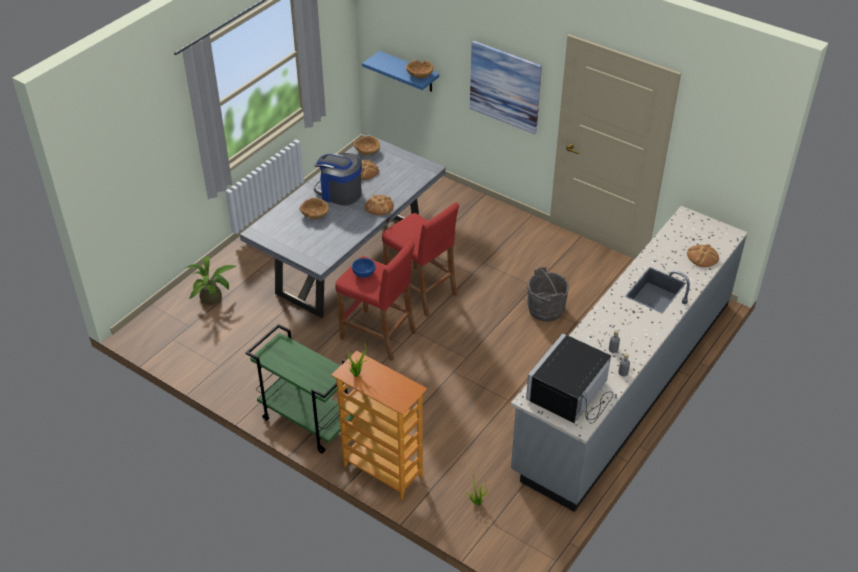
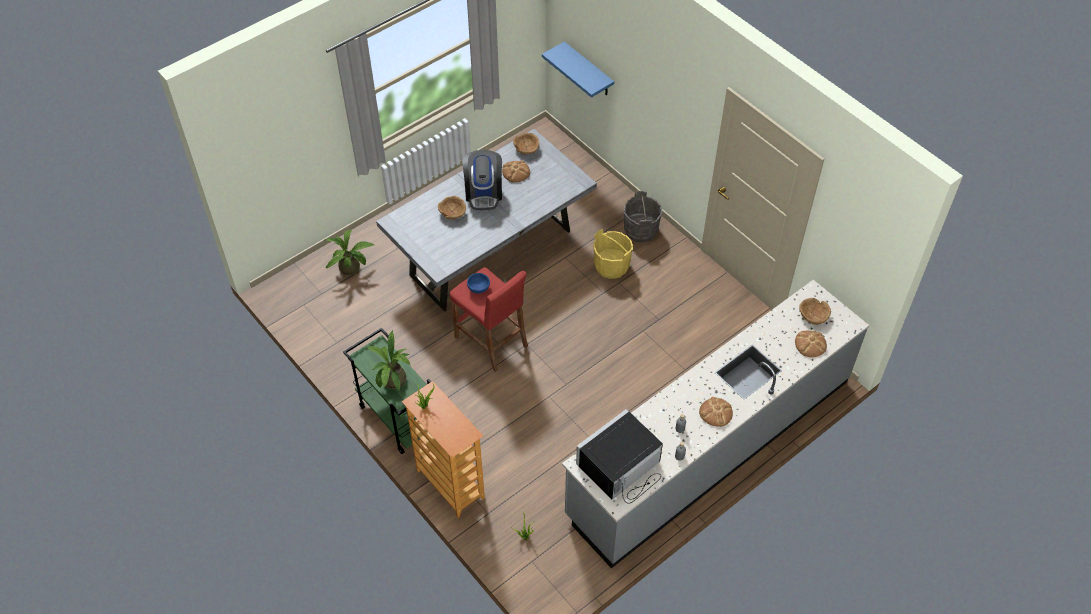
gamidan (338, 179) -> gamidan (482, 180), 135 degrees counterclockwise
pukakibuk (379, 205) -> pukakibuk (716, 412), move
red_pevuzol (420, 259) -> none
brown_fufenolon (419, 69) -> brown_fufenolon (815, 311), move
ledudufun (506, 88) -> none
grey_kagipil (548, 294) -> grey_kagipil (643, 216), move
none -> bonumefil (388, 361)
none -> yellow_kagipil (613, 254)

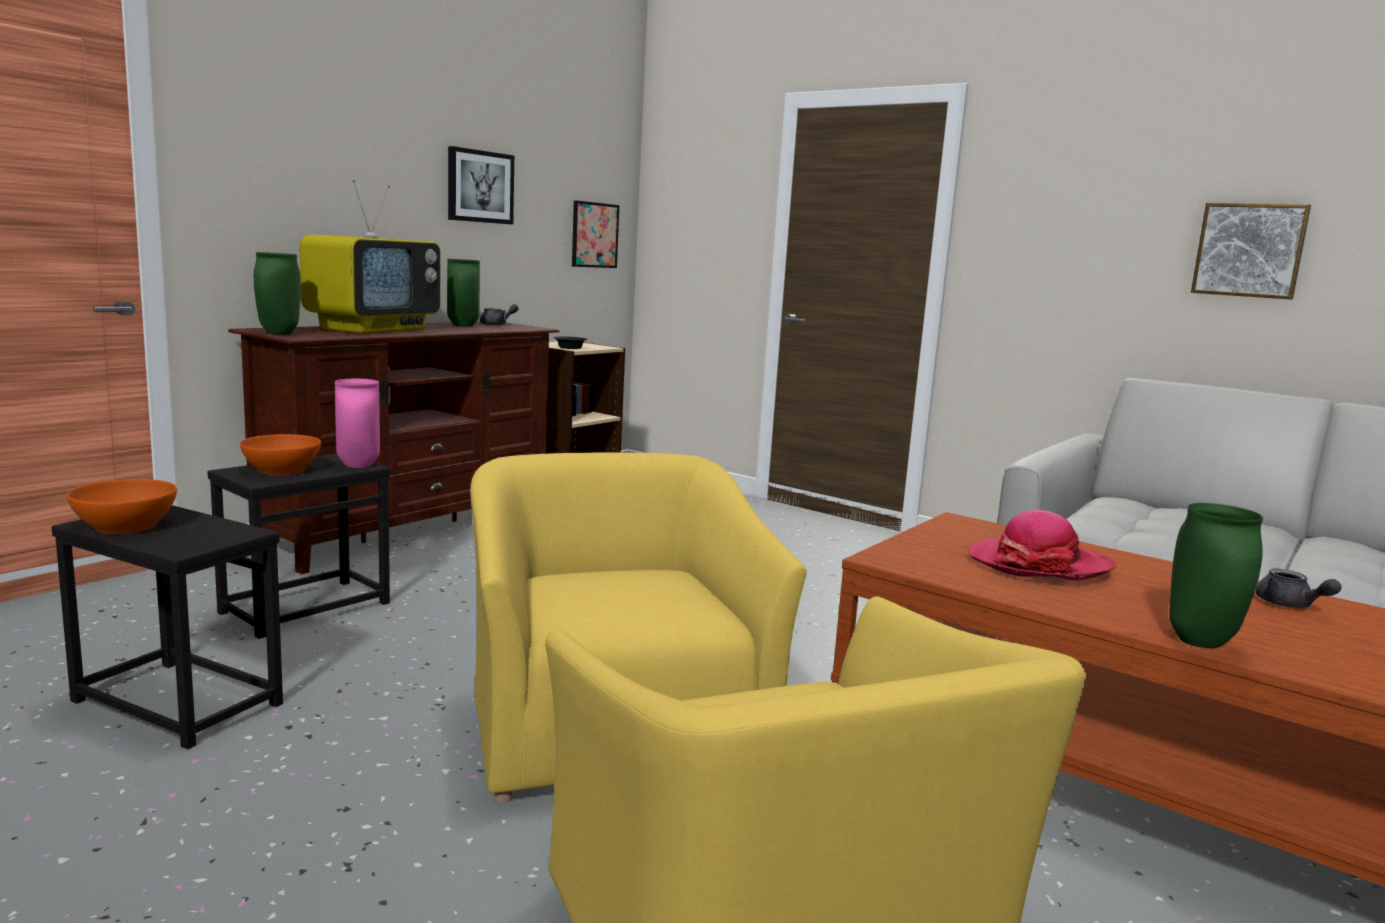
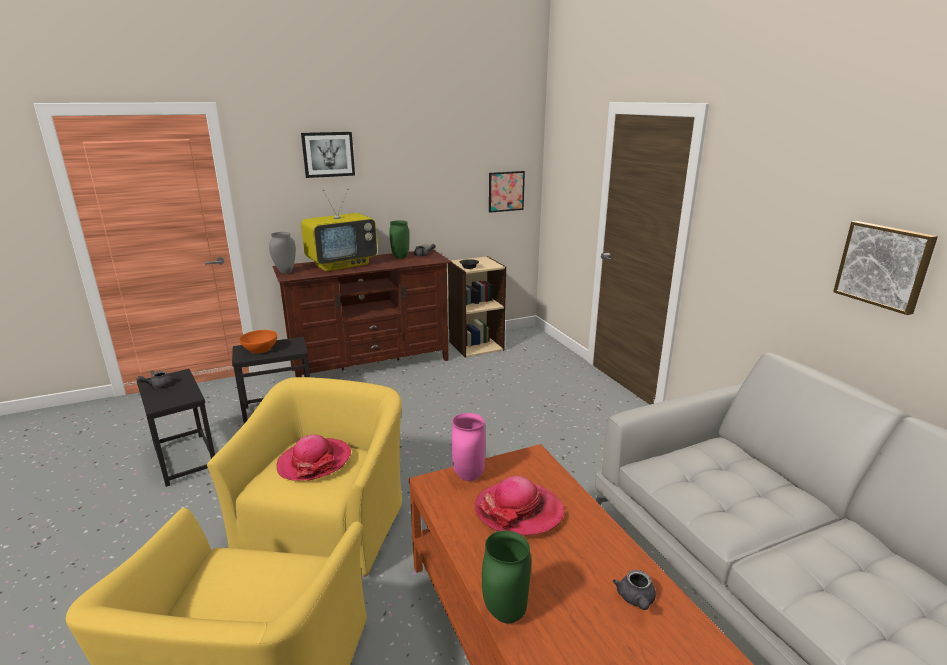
orange_fufenolon (122, 506) -> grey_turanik (155, 379)
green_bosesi (277, 293) -> grey_bosesi (282, 253)
pink_bosesi (357, 423) -> pink_bosesi (468, 447), move
ledudufun (481, 185) -> ledudufun (328, 155), move
none -> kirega (313, 458)

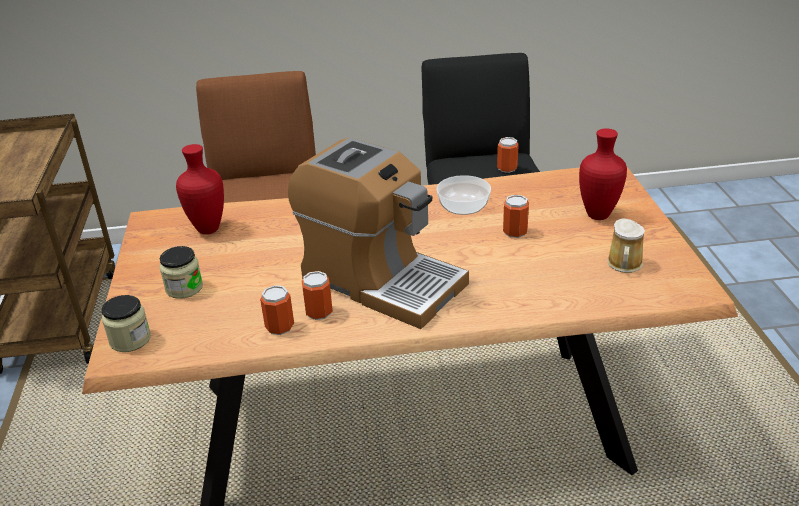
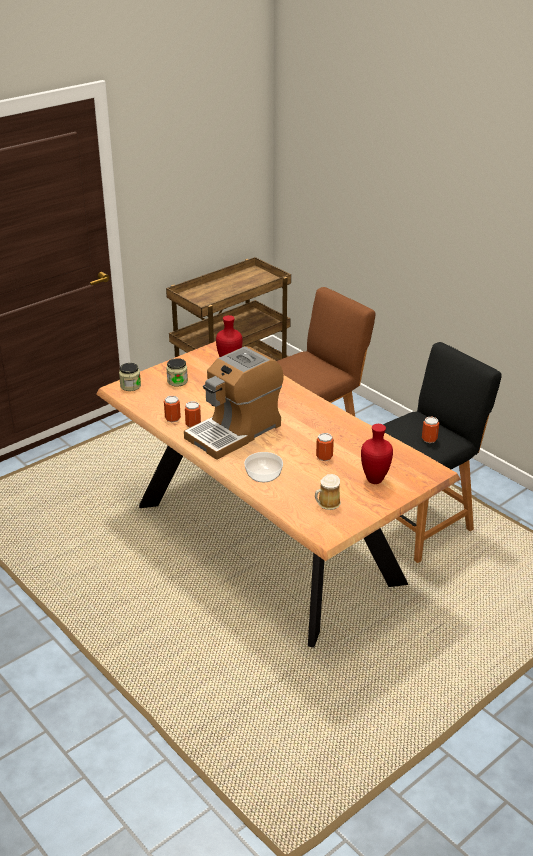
gamidan (378, 233) -> gamidan (234, 403), 45 degrees clockwise
fufenolon (464, 195) -> fufenolon (263, 467), move

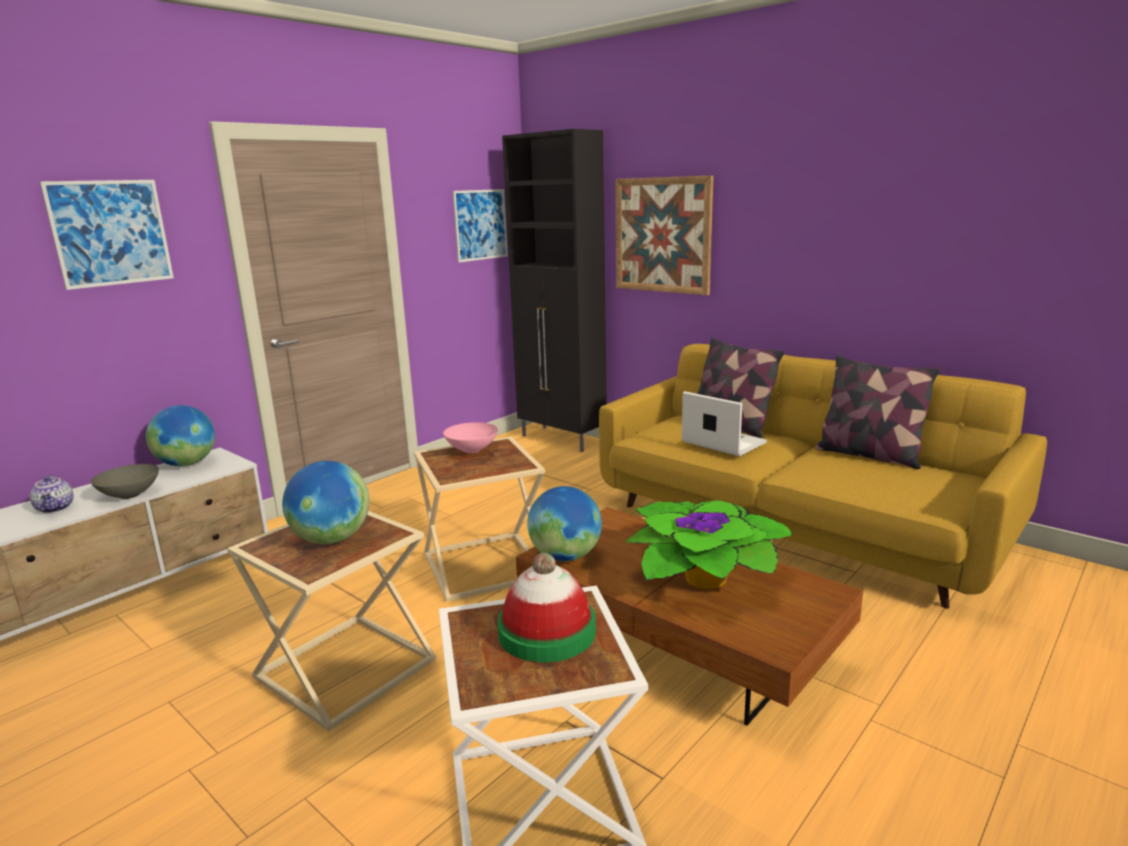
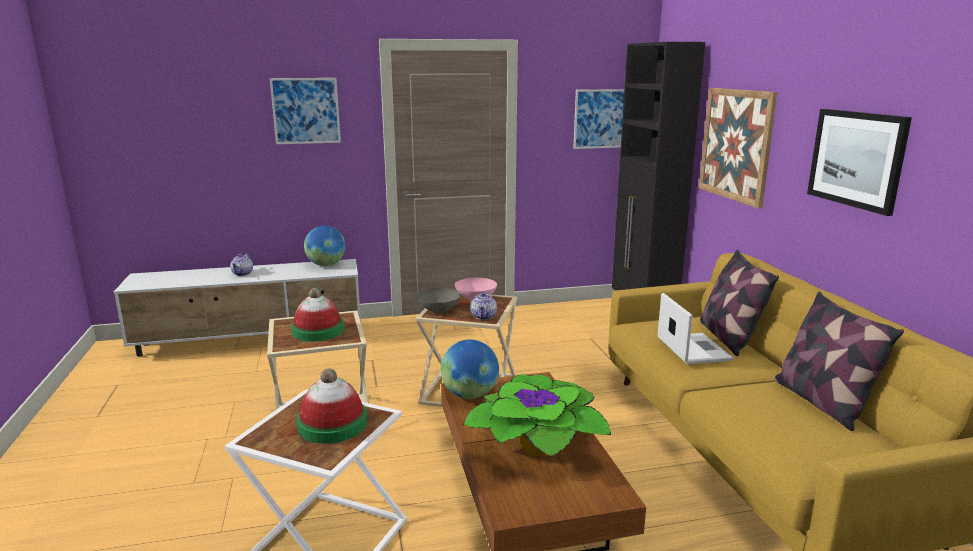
grey_fufenolon (125, 481) -> grey_fufenolon (438, 300), move
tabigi (326, 502) -> kirega (317, 314)
none -> turanik (484, 305)
none -> ledudufun (859, 162)

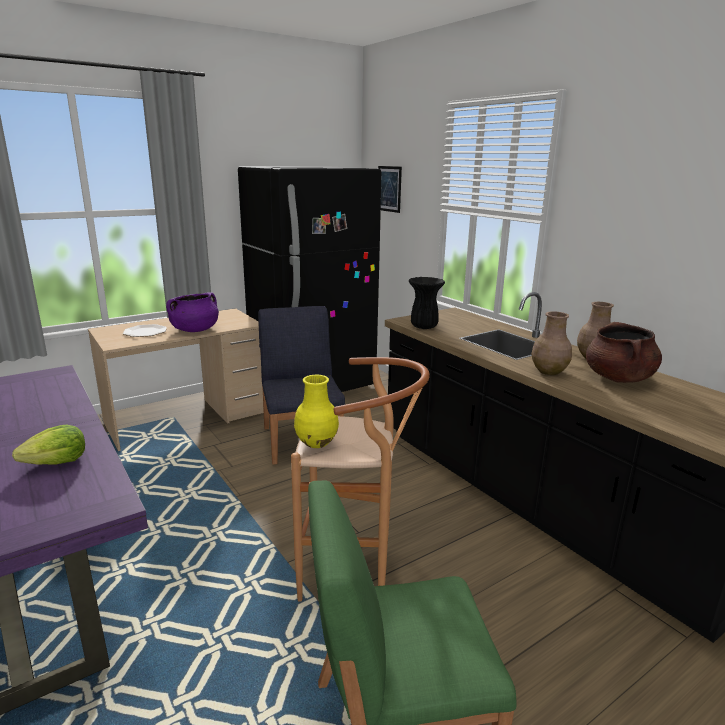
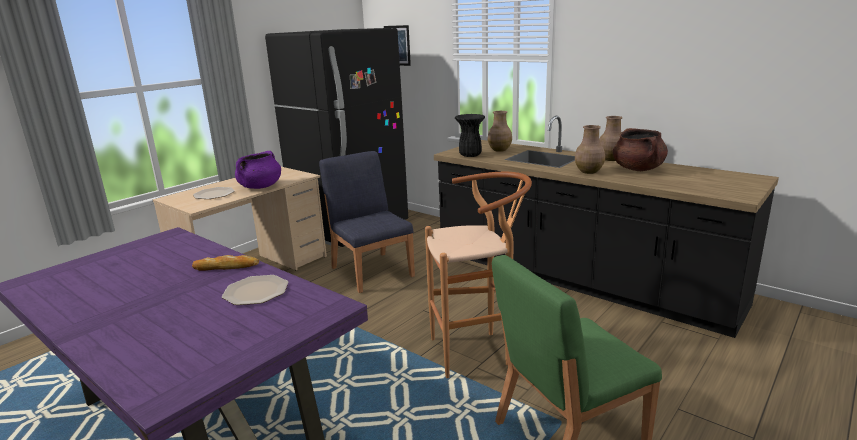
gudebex (48, 444) -> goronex (255, 290)
yellow_bosesi (316, 411) -> none
none -> pukakibuk (225, 263)
none -> brown_bosesi (500, 131)

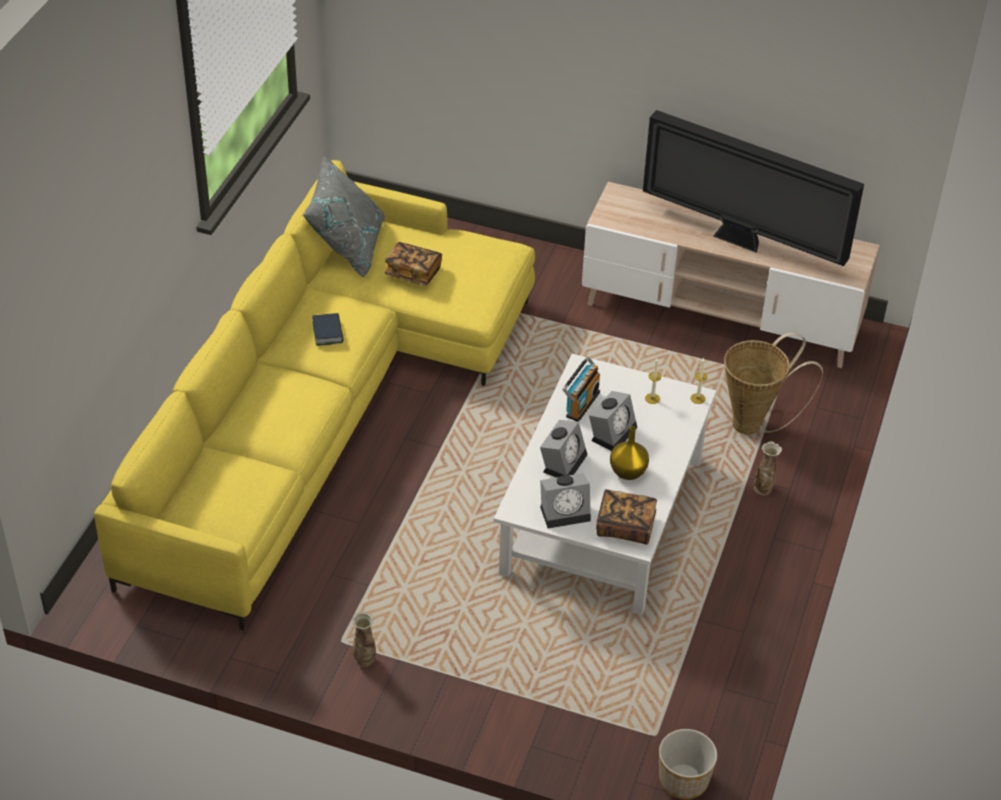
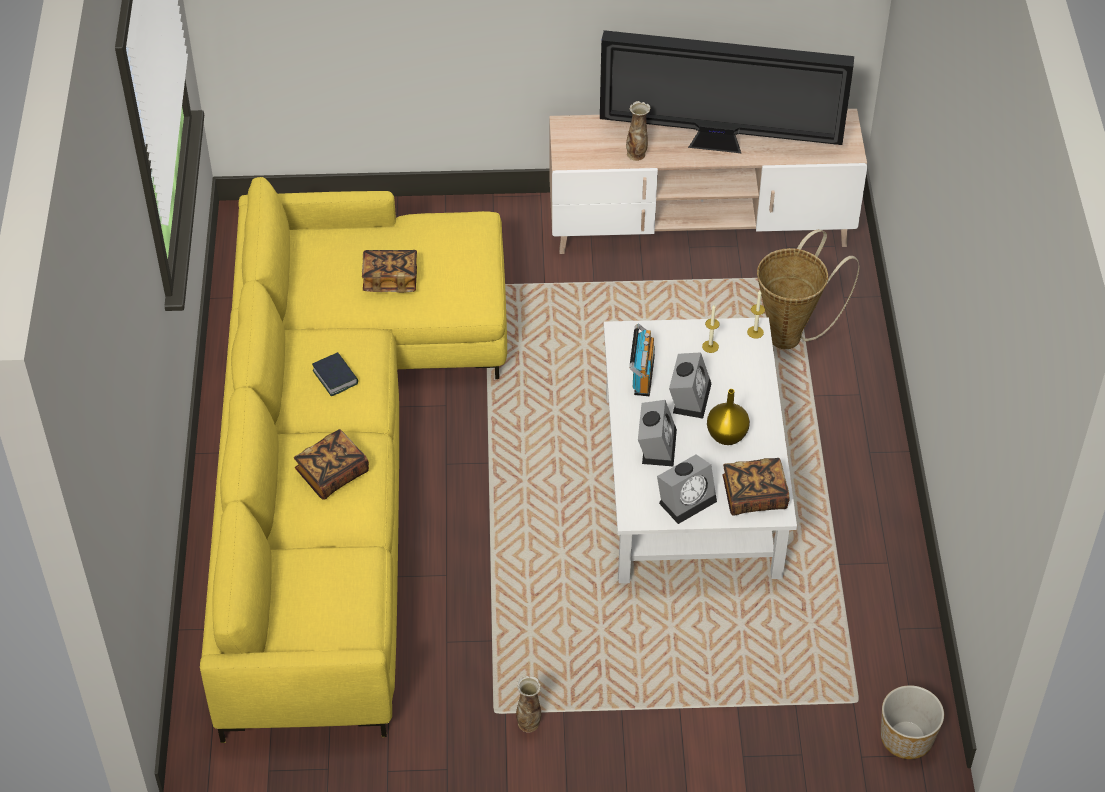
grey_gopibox (344, 216) -> none
bosesi (768, 468) -> bosesi (638, 131), move
none -> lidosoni (331, 464)

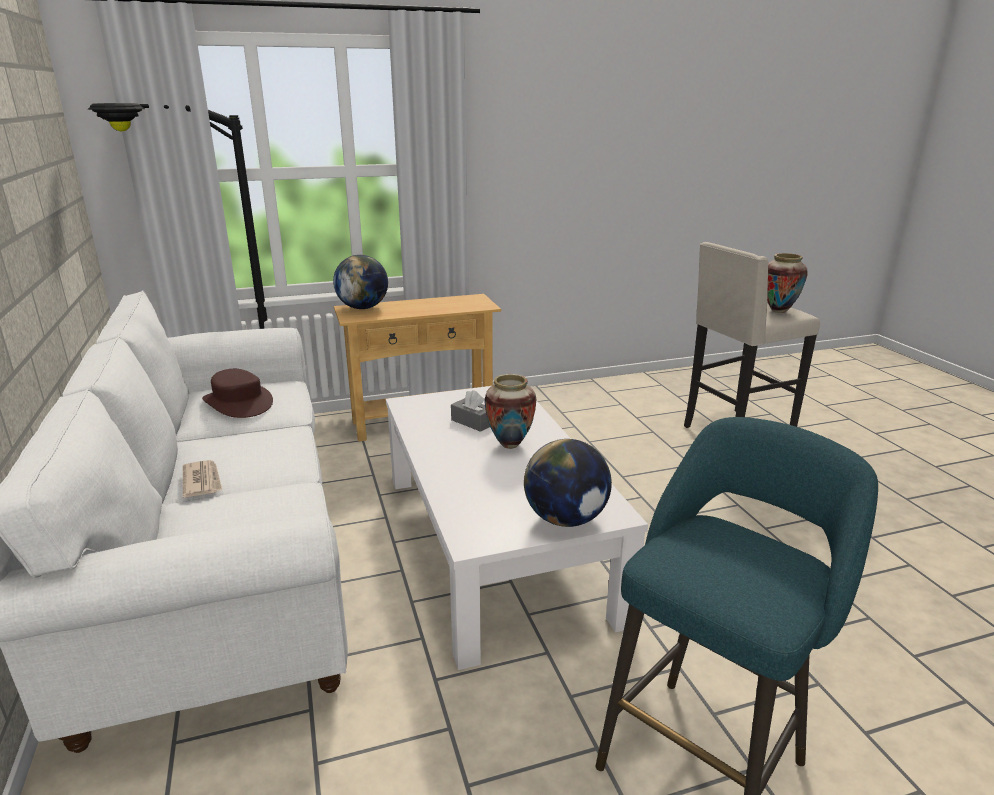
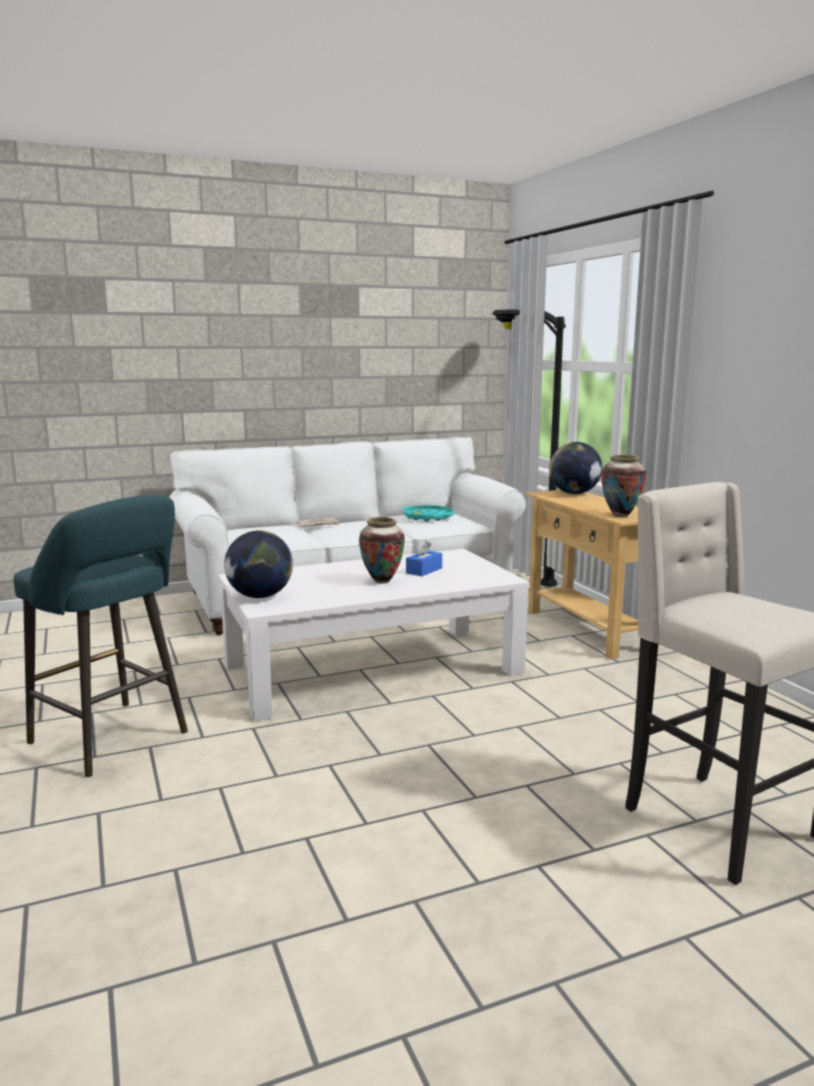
brown_kirega (237, 393) -> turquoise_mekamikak (429, 513)
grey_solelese (470, 411) -> blue_solelese (424, 558)
bosesi (787, 283) -> bosesi (623, 486), move

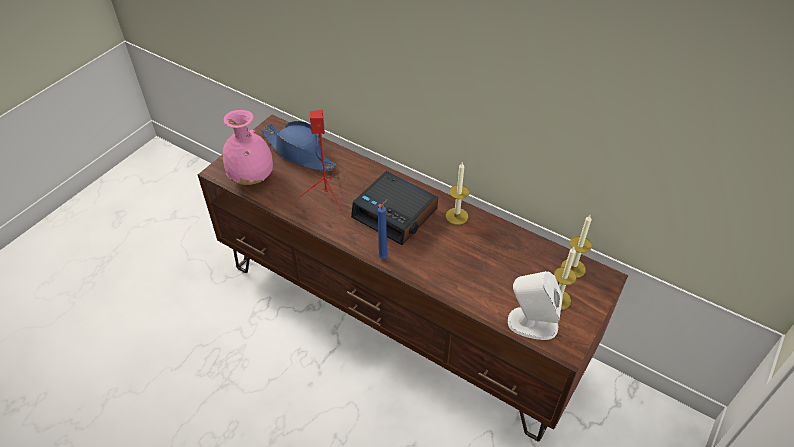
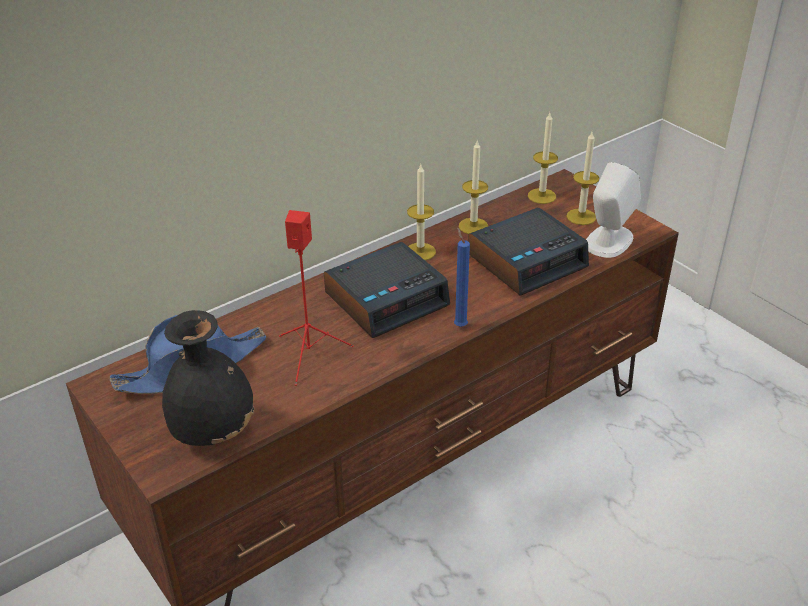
pink_bosesi (248, 147) -> black_bosesi (208, 378)
none -> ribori (473, 187)
none -> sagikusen (528, 251)

